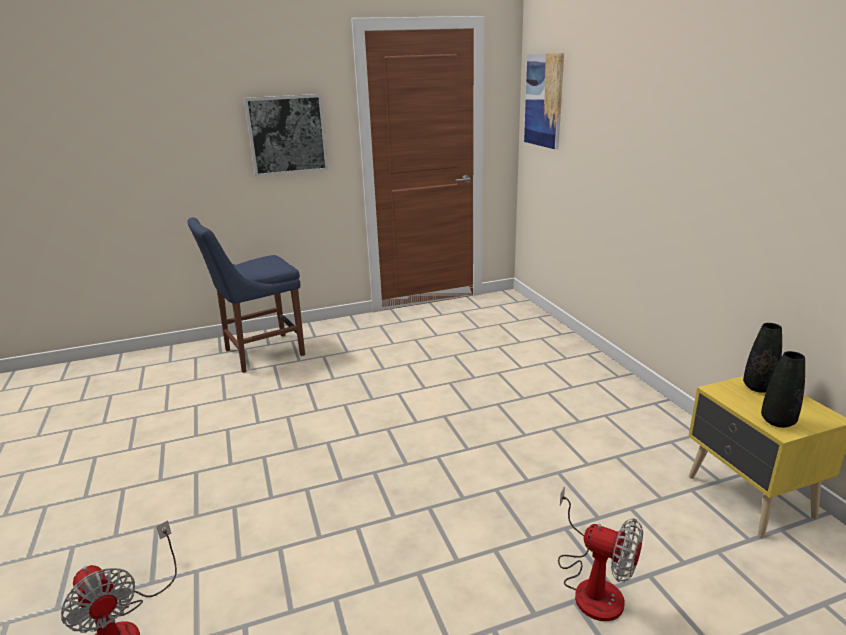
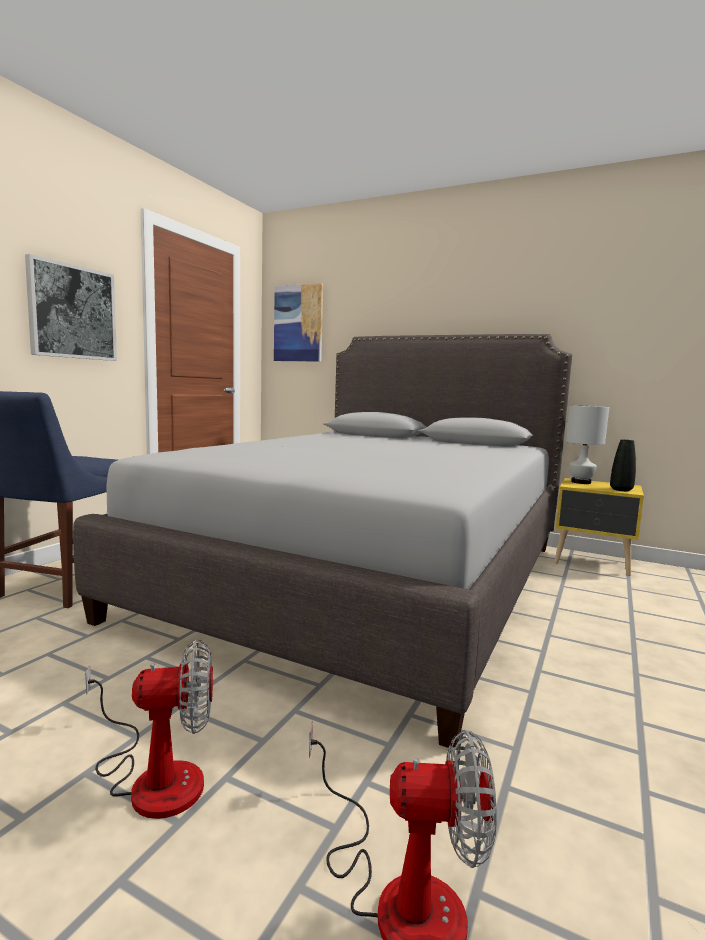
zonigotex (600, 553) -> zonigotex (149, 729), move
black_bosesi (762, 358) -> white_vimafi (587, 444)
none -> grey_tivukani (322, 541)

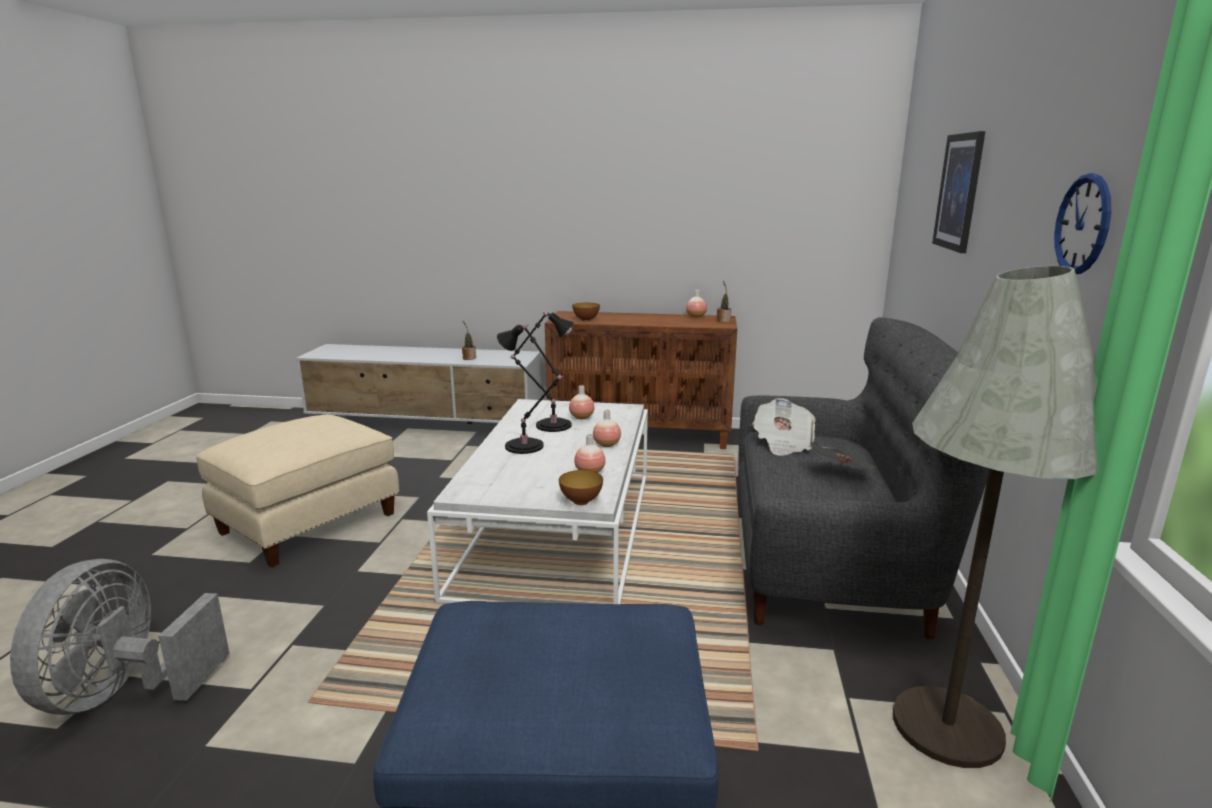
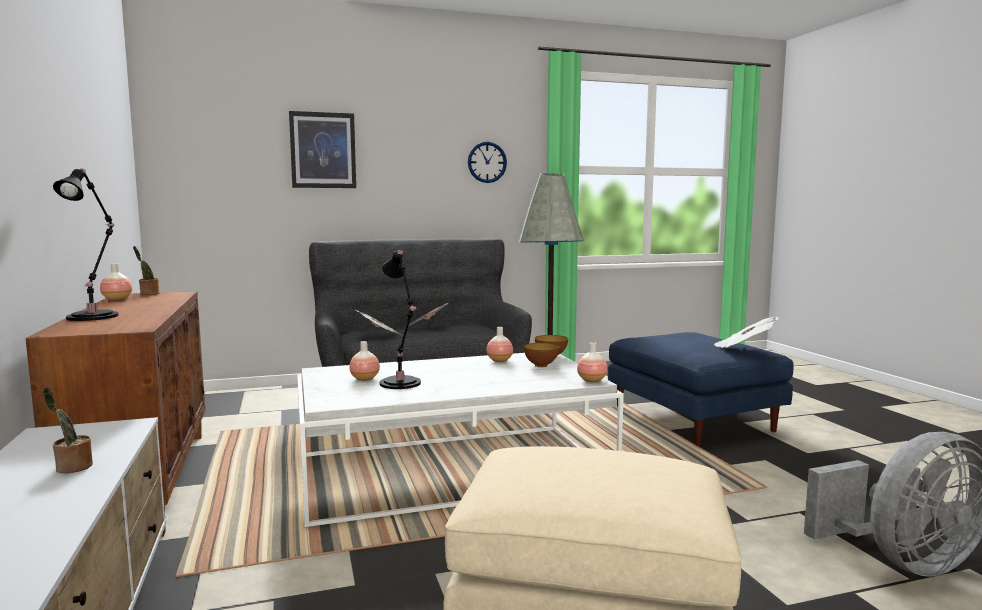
black_vimafi (529, 389) -> black_vimafi (86, 244), move
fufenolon (586, 312) -> fufenolon (541, 355), move
bosesi (607, 428) -> bosesi (592, 362), move
none -> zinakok (746, 332)

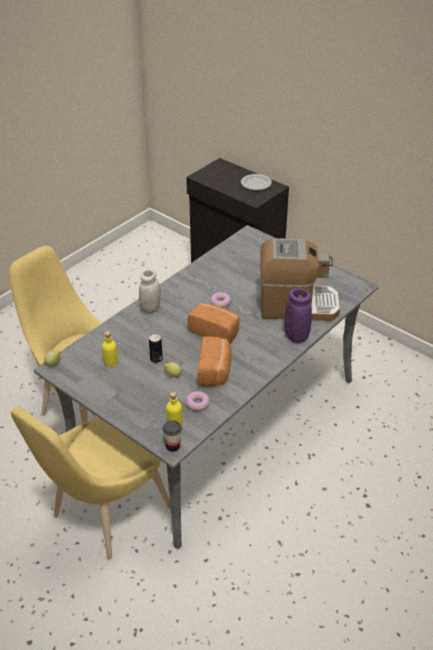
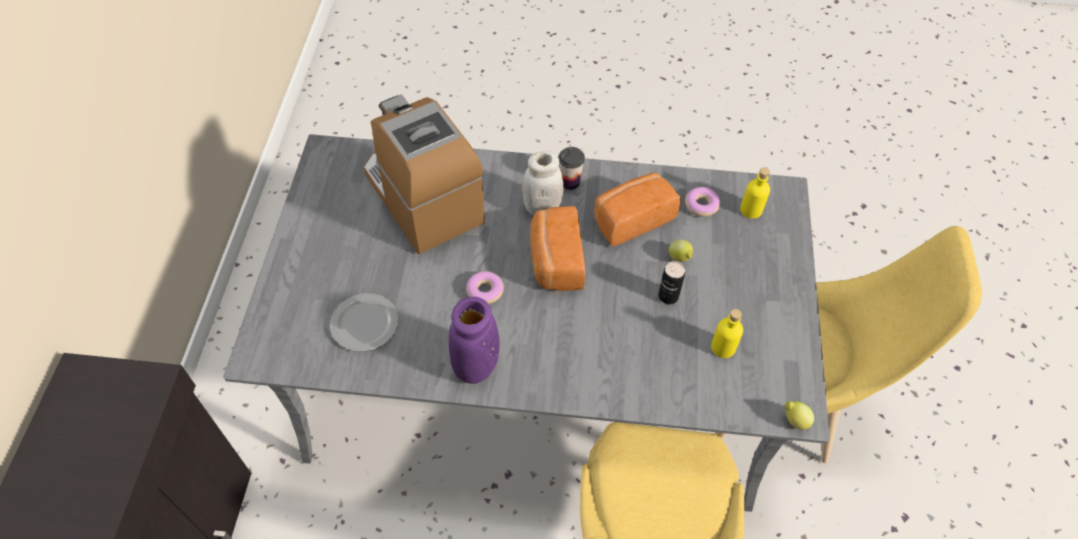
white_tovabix (150, 291) -> white_tovabix (542, 183), move
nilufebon (172, 436) -> nilufebon (571, 168), move
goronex (256, 182) -> goronex (364, 322), move
purple_bosesi (298, 315) -> purple_bosesi (474, 340), move

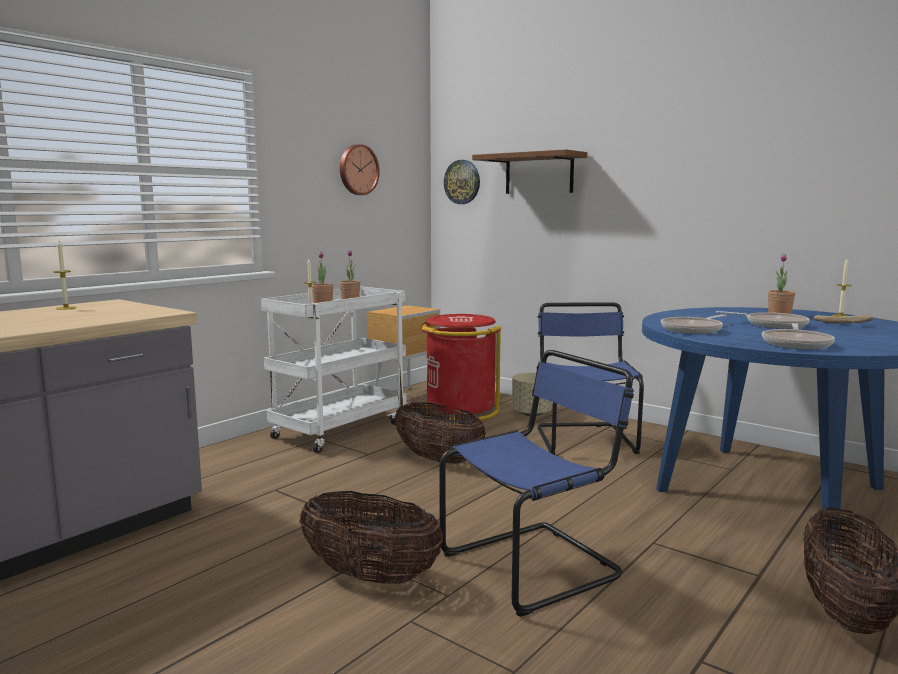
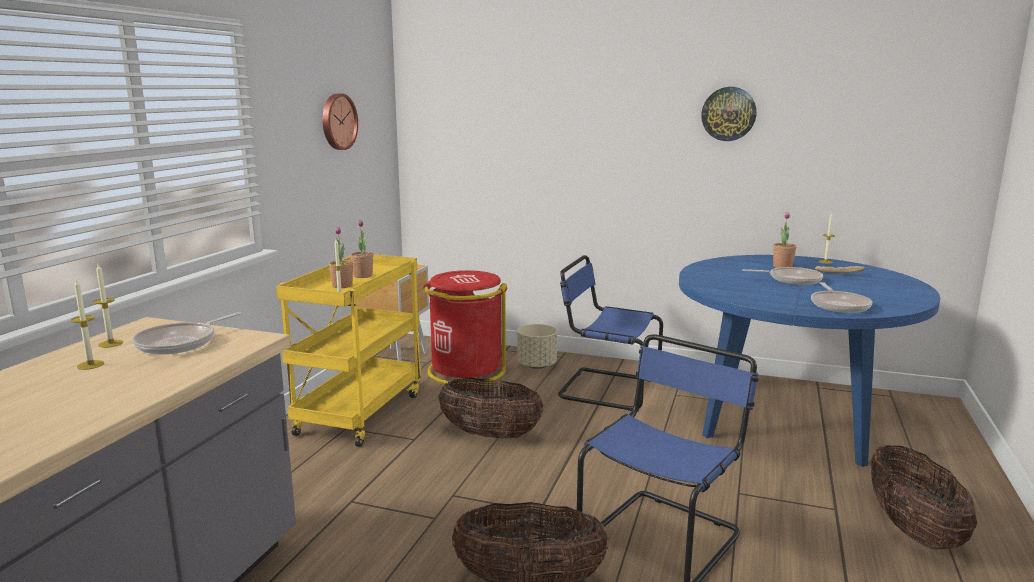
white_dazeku (334, 369) -> yellow_dazeku (348, 350)
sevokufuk (462, 182) -> sevokufuk (729, 114), move
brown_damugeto (529, 171) -> none
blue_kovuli (590, 378) -> blue_kovuli (610, 333), 45 degrees counterclockwise
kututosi (694, 324) -> kututosi (186, 333), move
none -> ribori (87, 324)

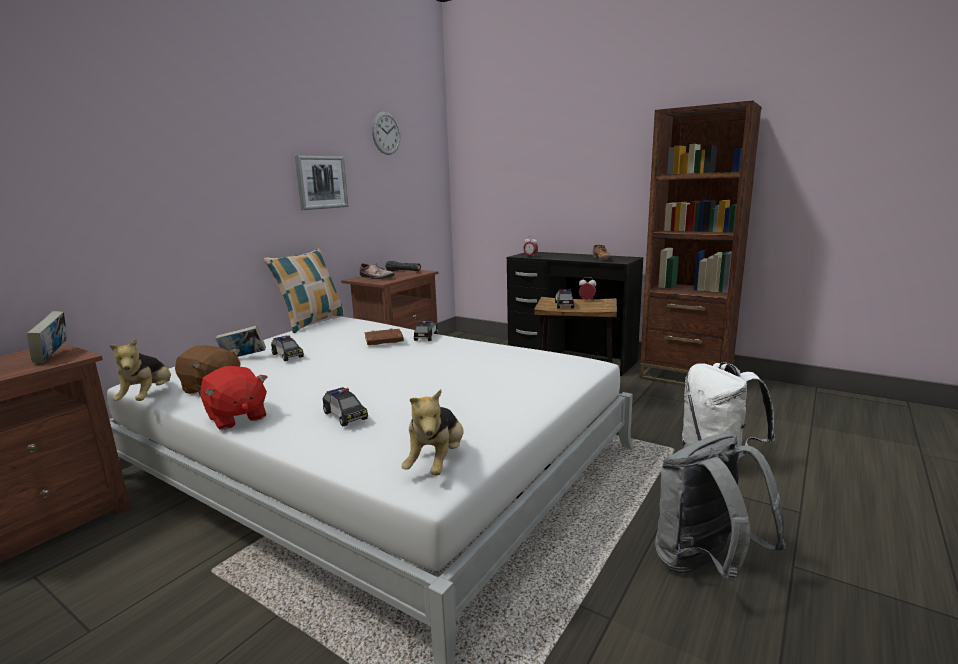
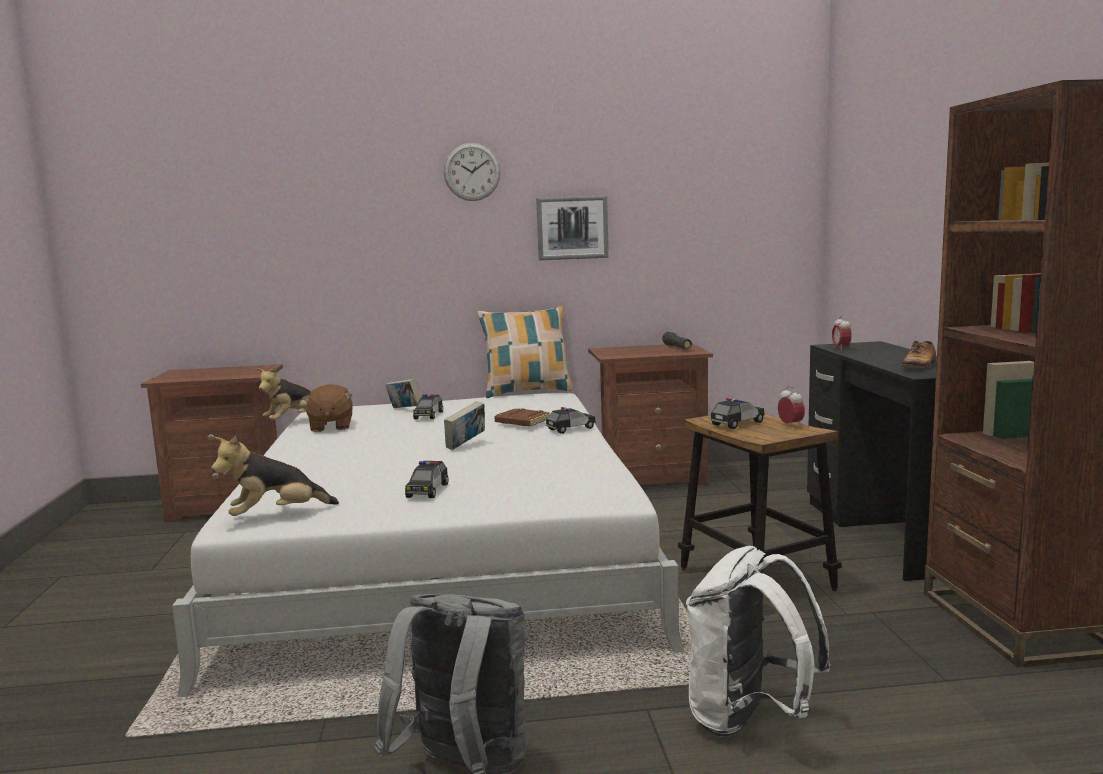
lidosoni (47, 337) -> lidosoni (464, 425), move
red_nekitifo (233, 398) -> none
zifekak (345, 406) -> zifekak (426, 479), move
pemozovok (377, 271) -> none
sevokufuk (386, 133) -> sevokufuk (472, 172), move

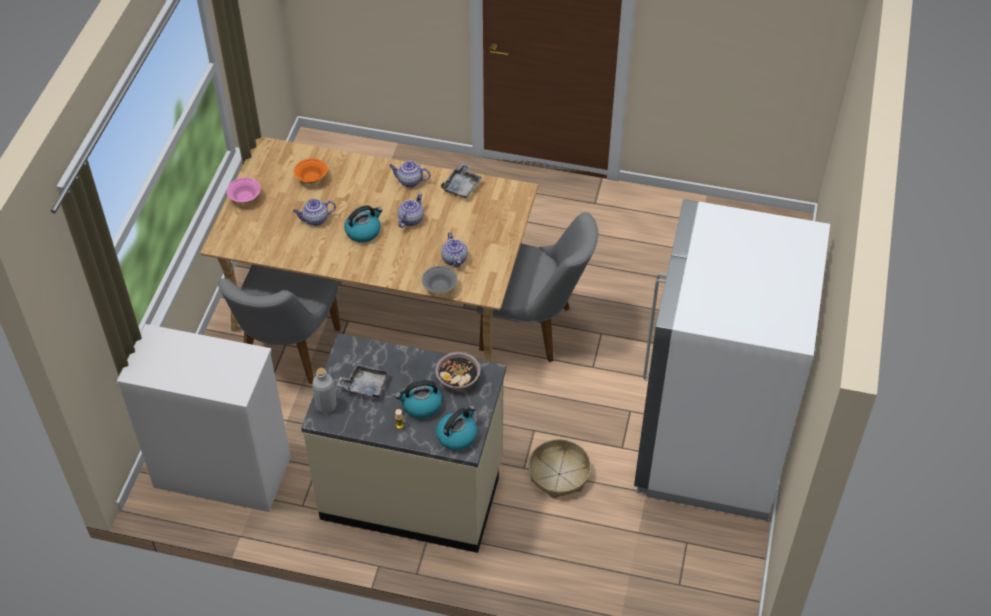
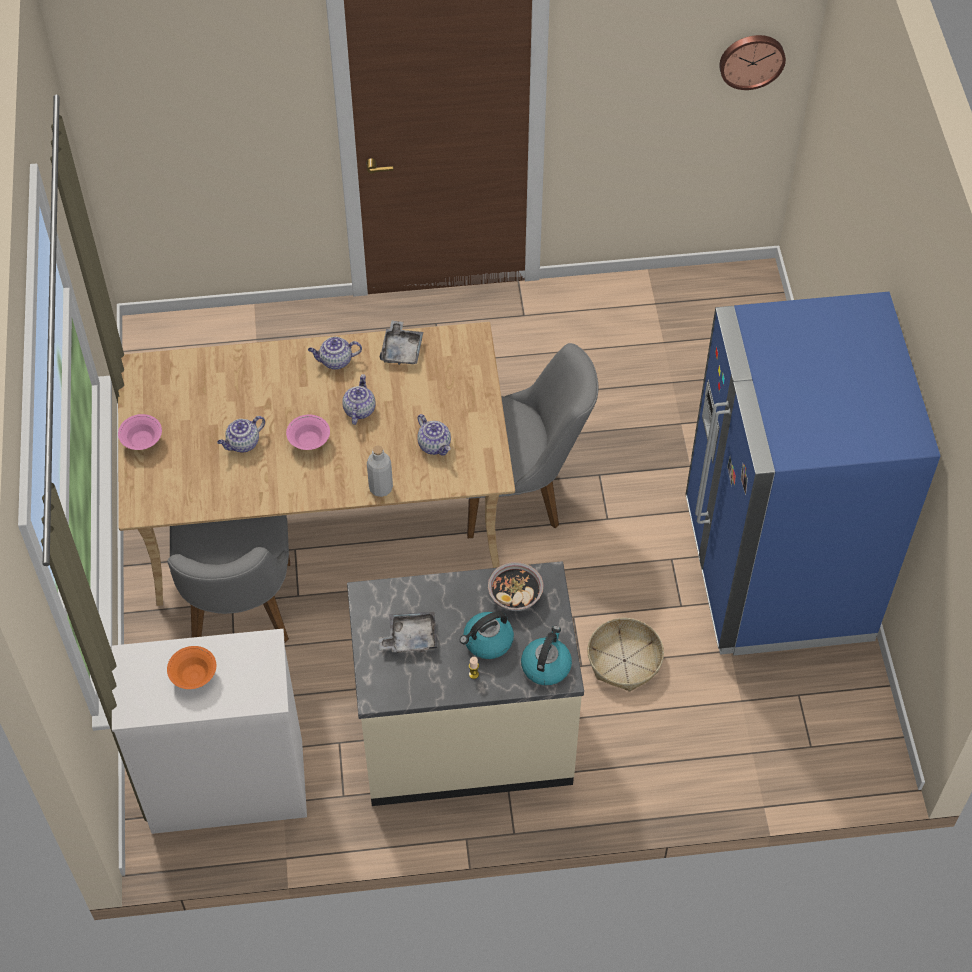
orange_fufenolon (310, 170) -> orange_fufenolon (191, 667), move
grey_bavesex (324, 390) -> grey_bavesex (380, 471), move
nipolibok (363, 224) -> pink_fufenolon (308, 432)
grey_fufenolon (439, 279) -> none
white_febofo (732, 360) -> blue_febofo (813, 474)
none -> sevokufuk (752, 62)

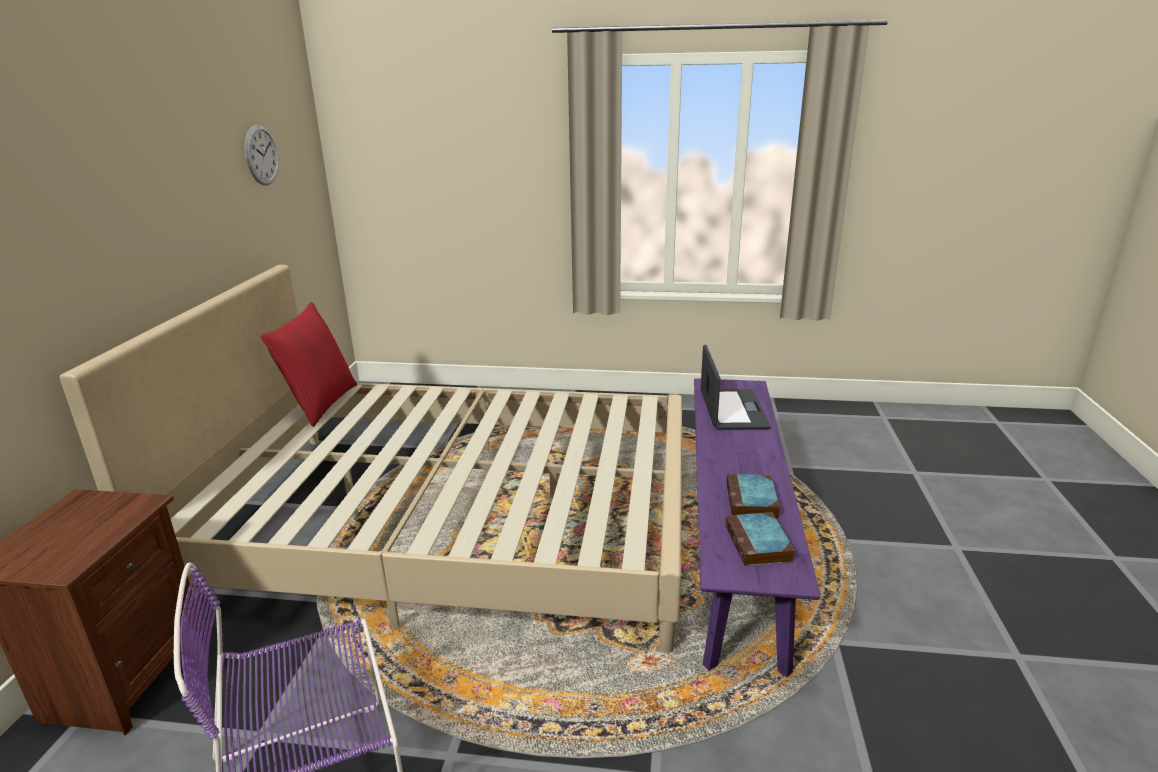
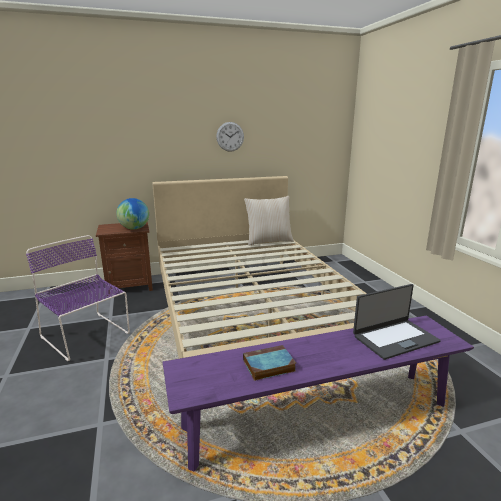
sevokufuk (262, 154) -> sevokufuk (230, 137), move
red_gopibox (308, 364) -> beige_gopibox (269, 221)
lidosoni (760, 539) -> none
none -> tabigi (132, 214)

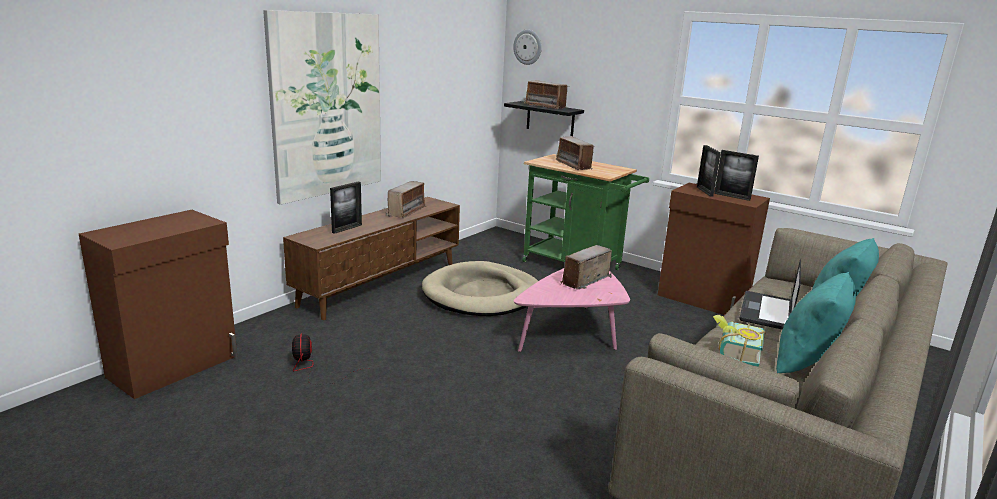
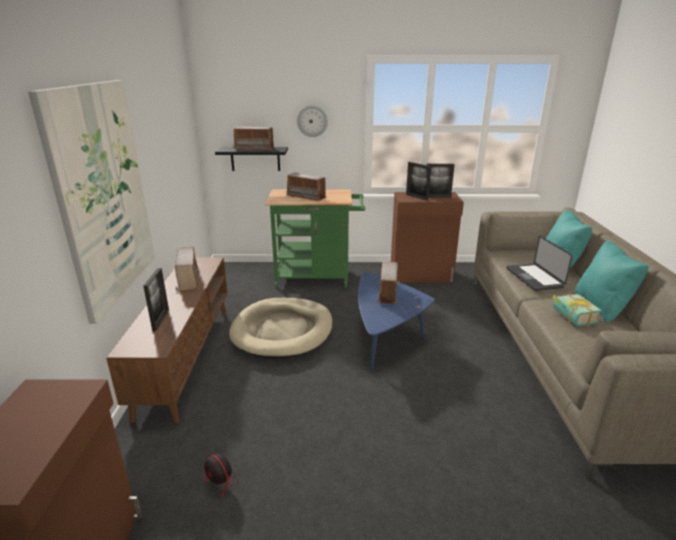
sevokufuk (527, 47) -> sevokufuk (312, 121), move
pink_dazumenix (571, 310) -> blue_dazumenix (396, 322)

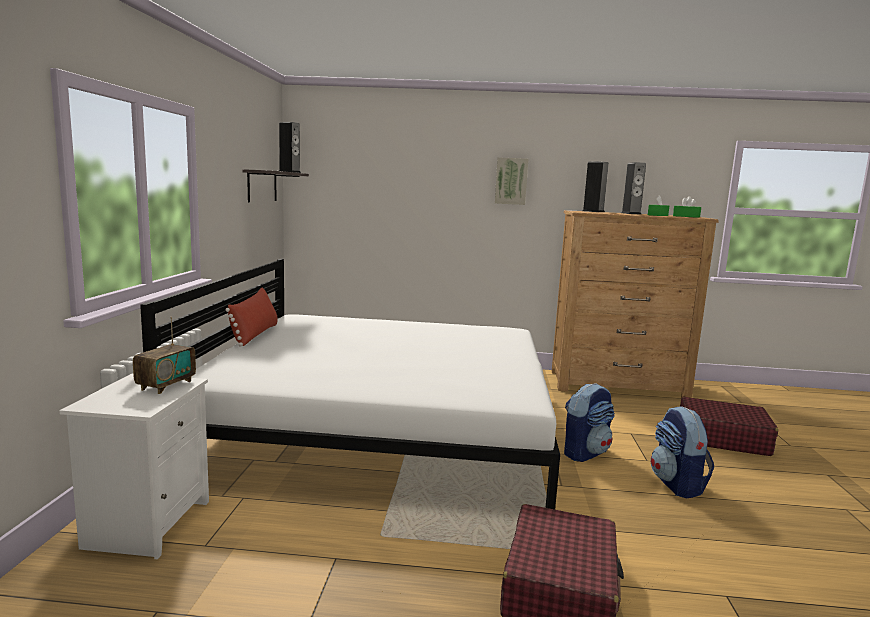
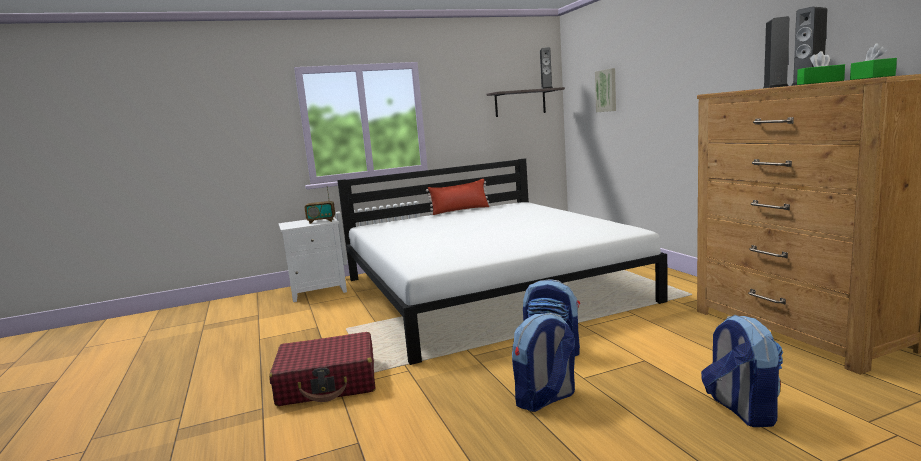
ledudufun (511, 181) -> ledudufun (605, 90), move
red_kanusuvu (729, 426) -> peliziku (742, 371)

